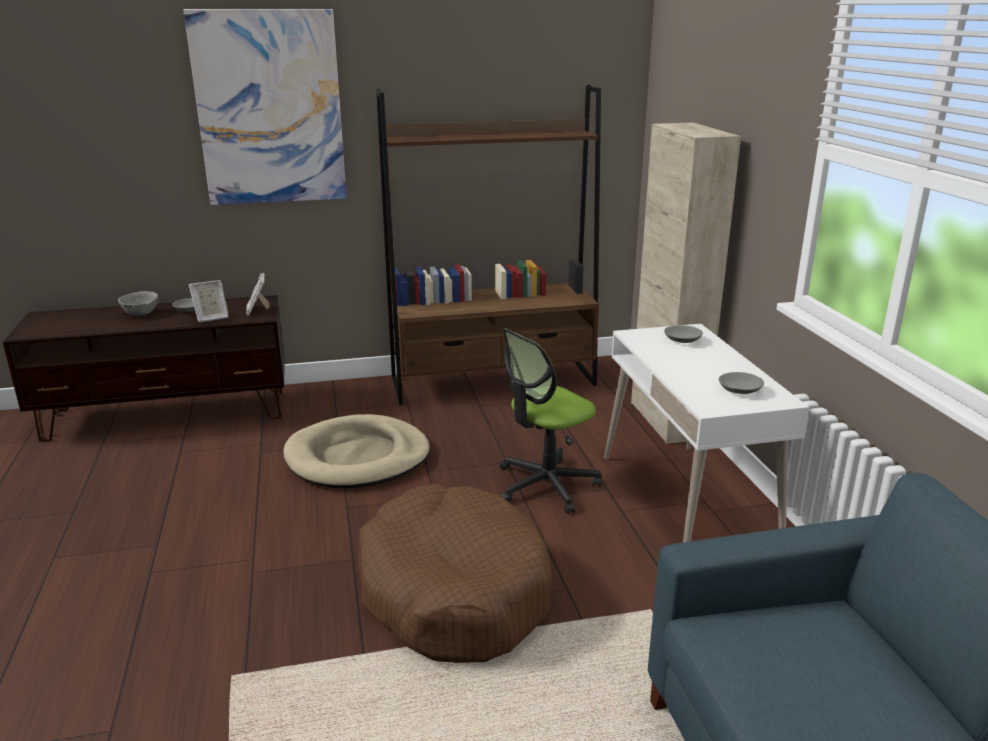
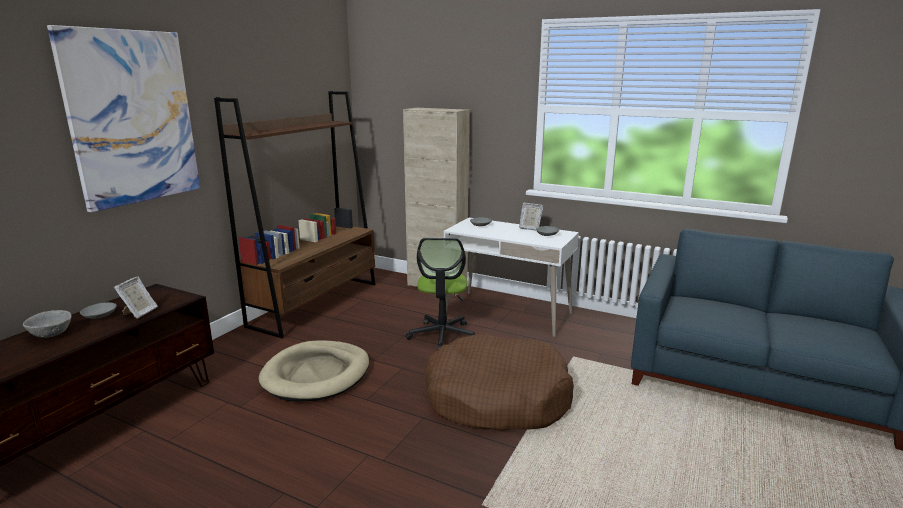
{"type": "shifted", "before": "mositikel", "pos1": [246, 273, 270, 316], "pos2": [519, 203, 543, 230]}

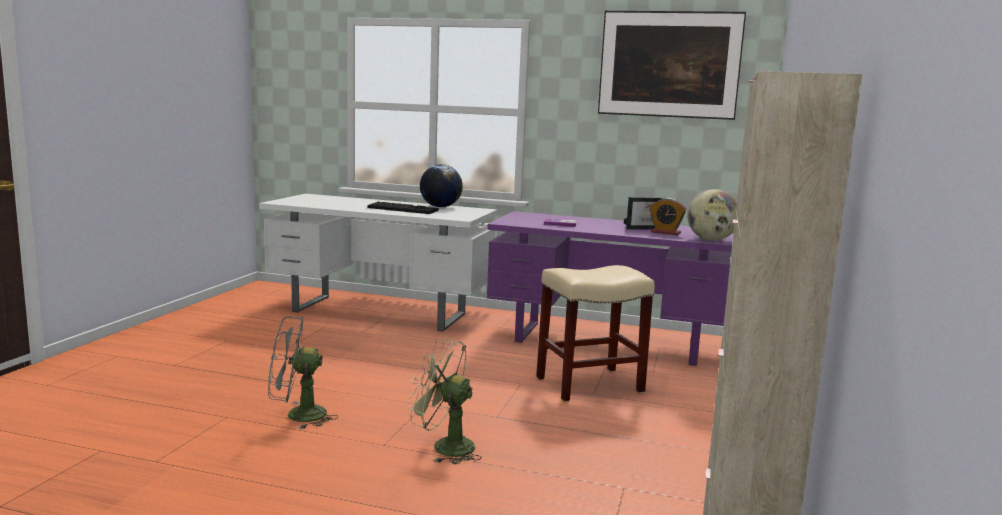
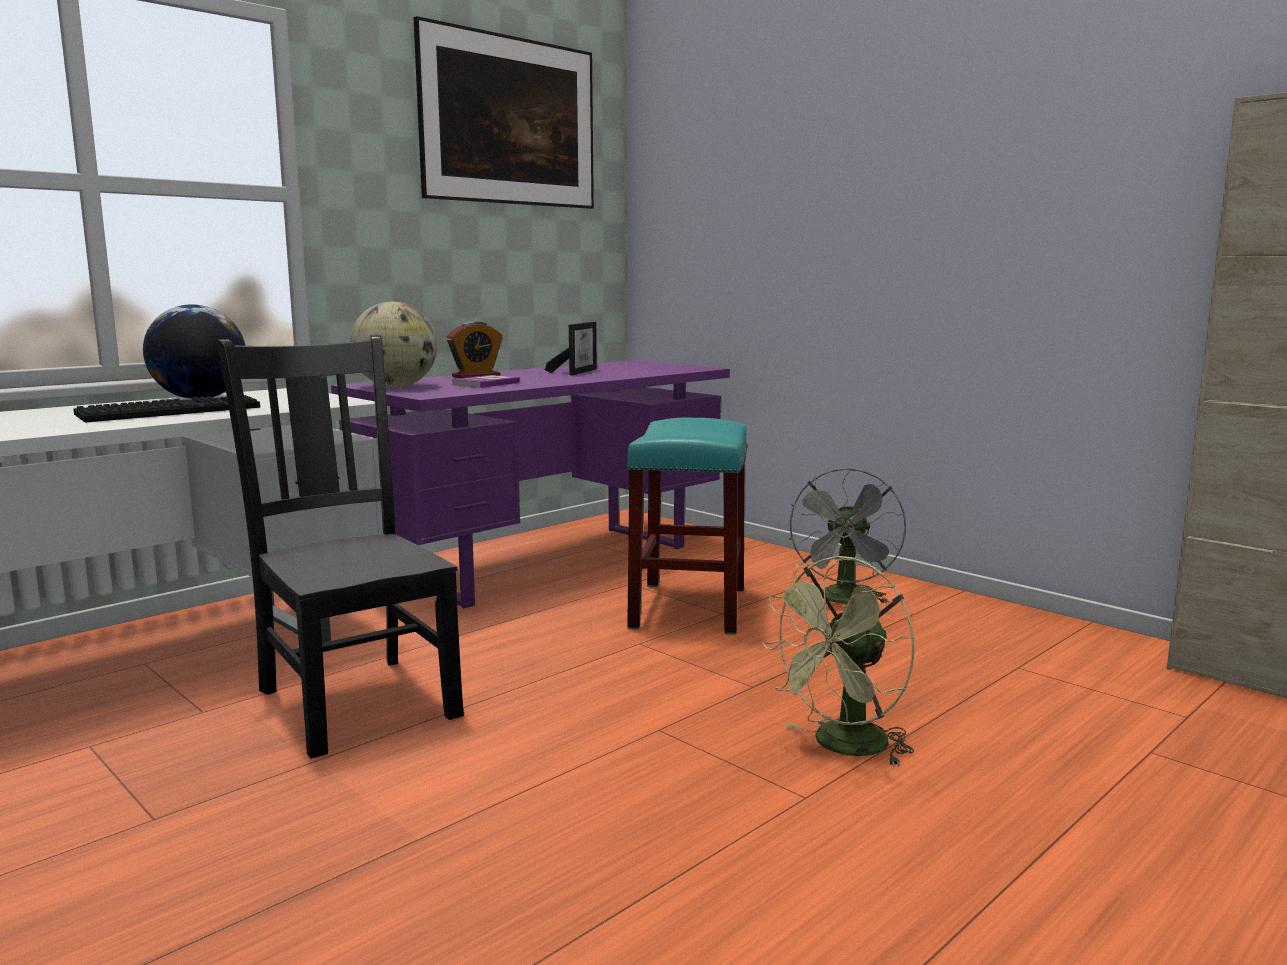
{"type": "shifted", "before": "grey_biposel", "pos1": [268, 316, 338, 429], "pos2": [789, 468, 906, 604]}
{"type": "repainted", "before": "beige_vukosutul", "after": "turquoise_vukosutul", "pos1": [536, 265, 655, 402], "pos2": [626, 417, 748, 635]}
{"type": "shifted", "before": "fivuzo", "pos1": [649, 198, 687, 235], "pos2": [447, 321, 502, 378]}
{"type": "shifted", "before": "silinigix", "pos1": [687, 189, 737, 241], "pos2": [350, 302, 437, 387]}
{"type": "new", "after": "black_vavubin", "pos2": [217, 334, 464, 759]}

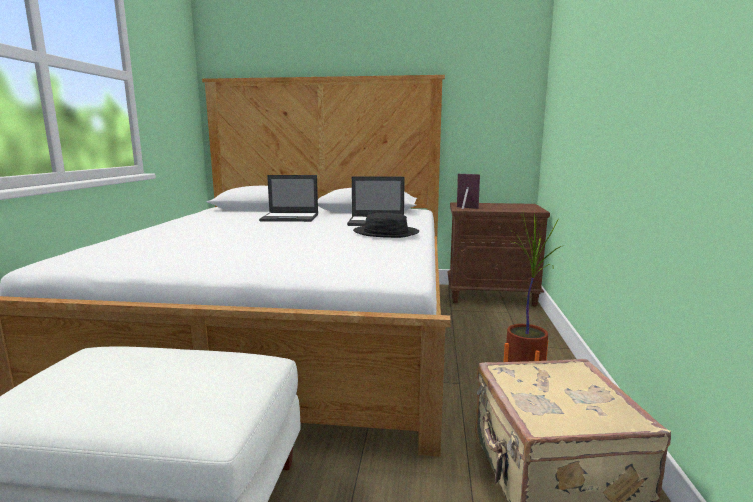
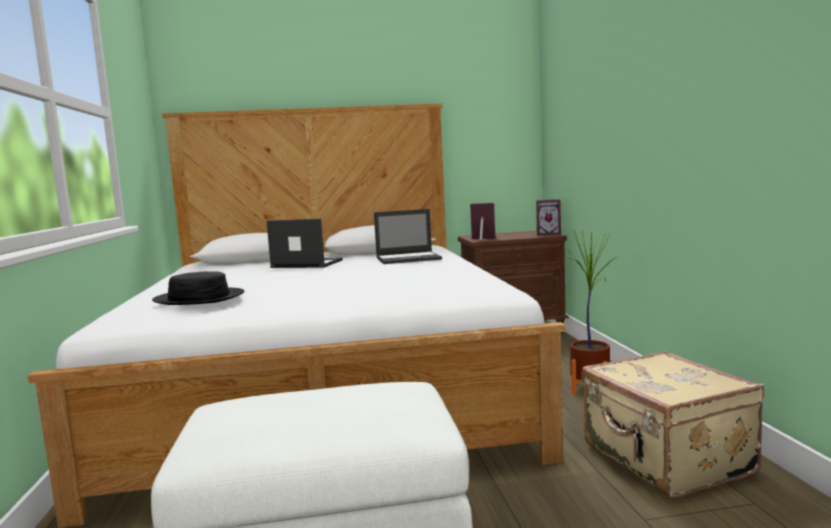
{"type": "rotated", "before": "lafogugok", "pos1": [259, 175, 318, 222], "pos2": [267, 219, 343, 268], "turn": -150}
{"type": "shifted", "before": "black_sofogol", "pos1": [353, 213, 419, 238], "pos2": [152, 271, 244, 305]}
{"type": "new", "after": "mositikel", "pos2": [536, 199, 561, 236]}

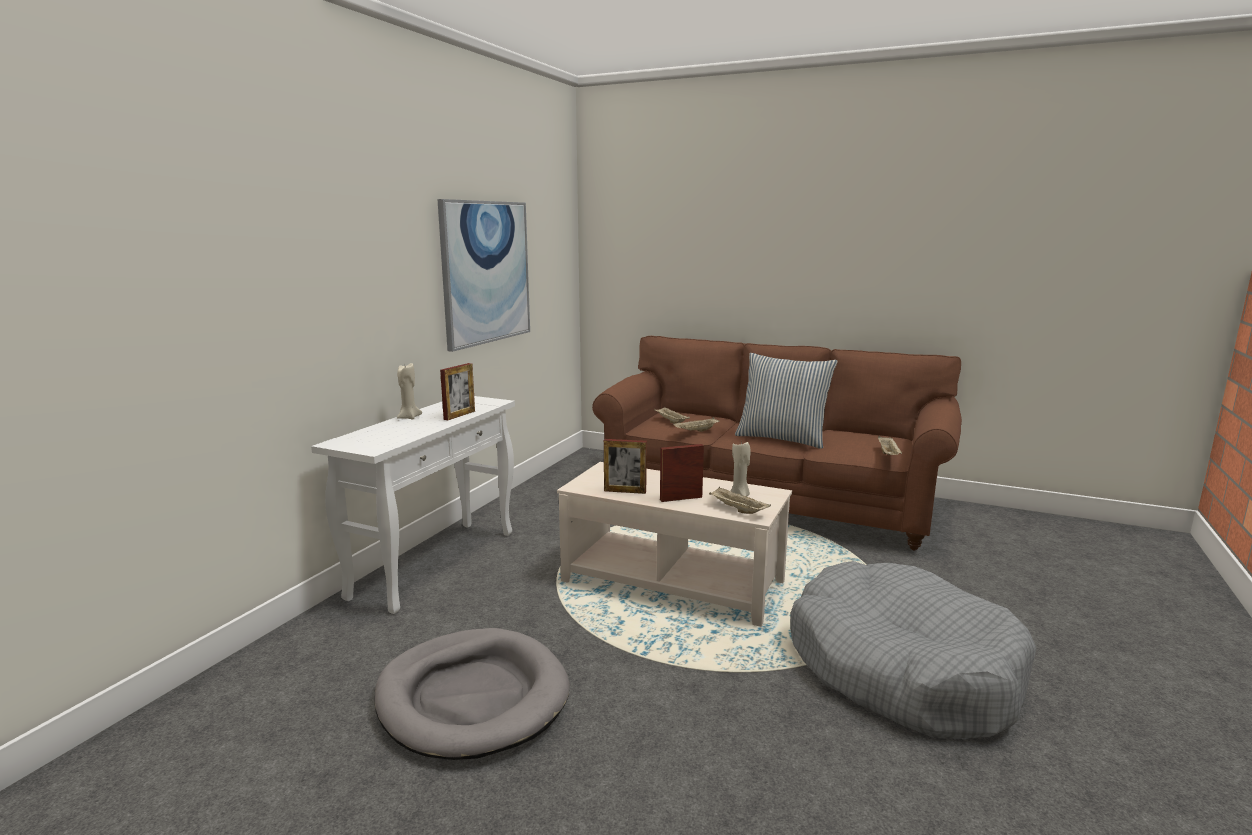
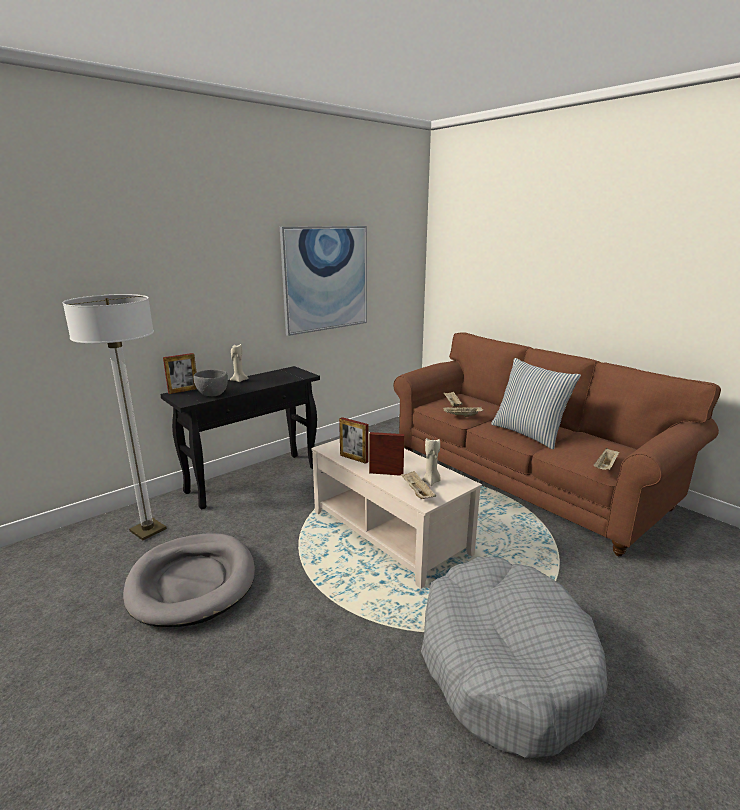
{"type": "repainted", "before": "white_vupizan", "after": "black_vupizan", "pos1": [311, 396, 515, 614], "pos2": [160, 366, 320, 509]}
{"type": "shifted", "before": "mositikel", "pos1": [440, 363, 475, 420], "pos2": [163, 353, 197, 394]}
{"type": "new", "after": "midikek", "pos2": [63, 294, 167, 540]}
{"type": "new", "after": "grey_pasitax", "pos2": [194, 370, 228, 396]}

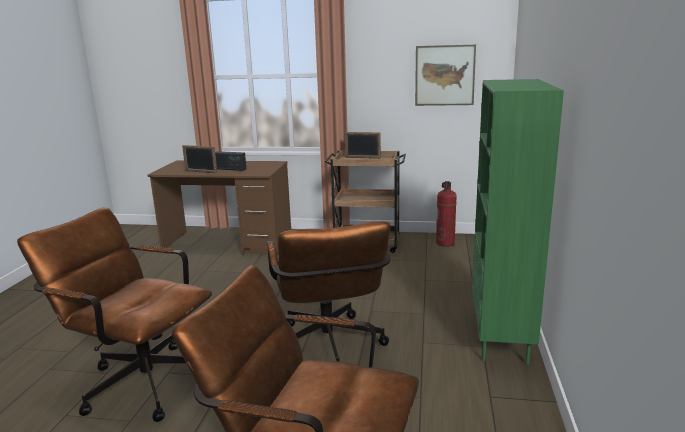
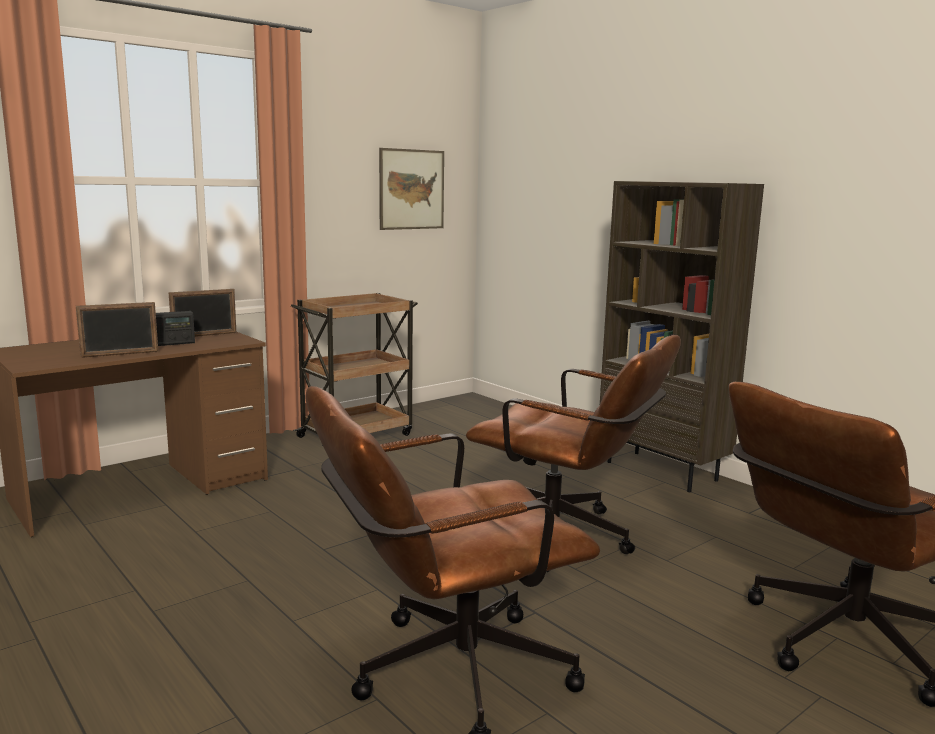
{"type": "shifted", "before": "mositikel", "pos1": [345, 132, 381, 159], "pos2": [169, 289, 236, 337]}
{"type": "gone", "before": "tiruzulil", "pos1": [436, 181, 457, 247]}
{"type": "repainted", "before": "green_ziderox", "after": "brown_ziderox", "pos1": [472, 79, 564, 364], "pos2": [600, 181, 764, 492]}

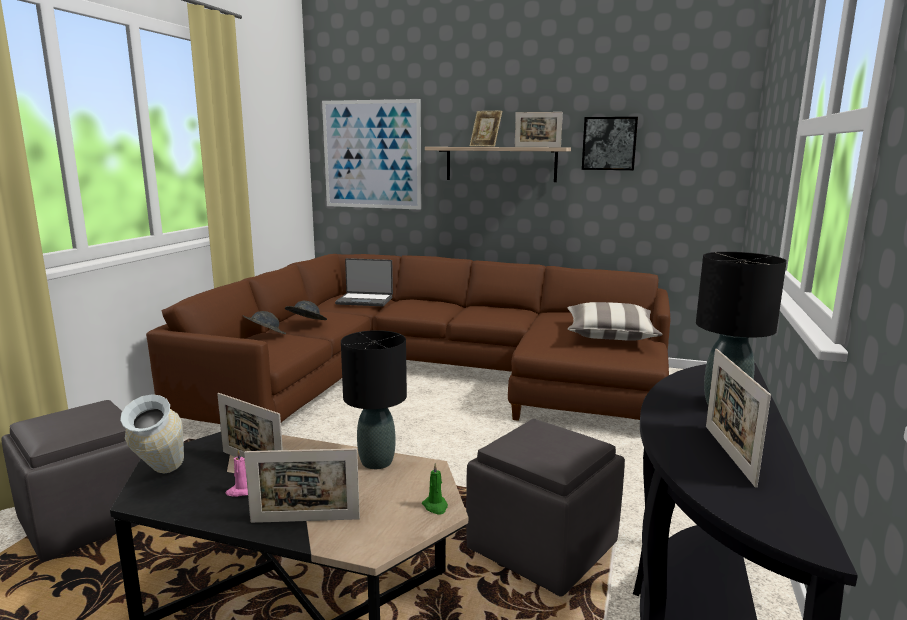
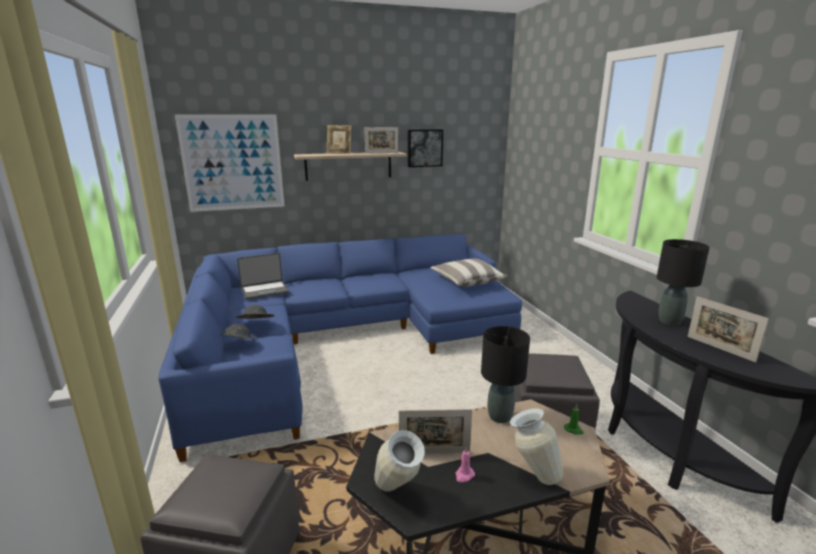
{"type": "repainted", "before": "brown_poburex", "after": "blue_poburex", "pos1": [146, 254, 670, 424], "pos2": [158, 234, 522, 462]}
{"type": "swapped", "before": "mositikel", "after": "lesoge", "pos1": [244, 449, 360, 523], "pos2": [510, 409, 563, 485]}

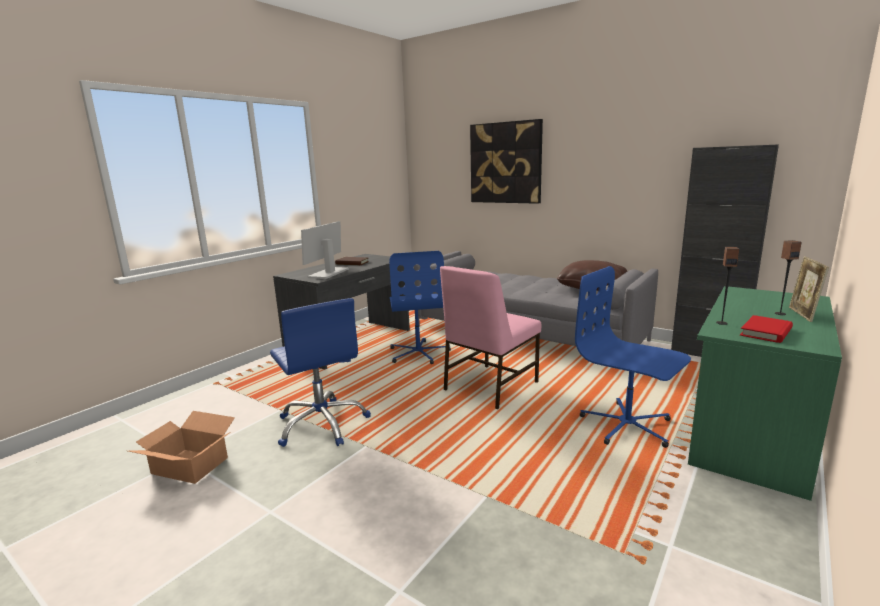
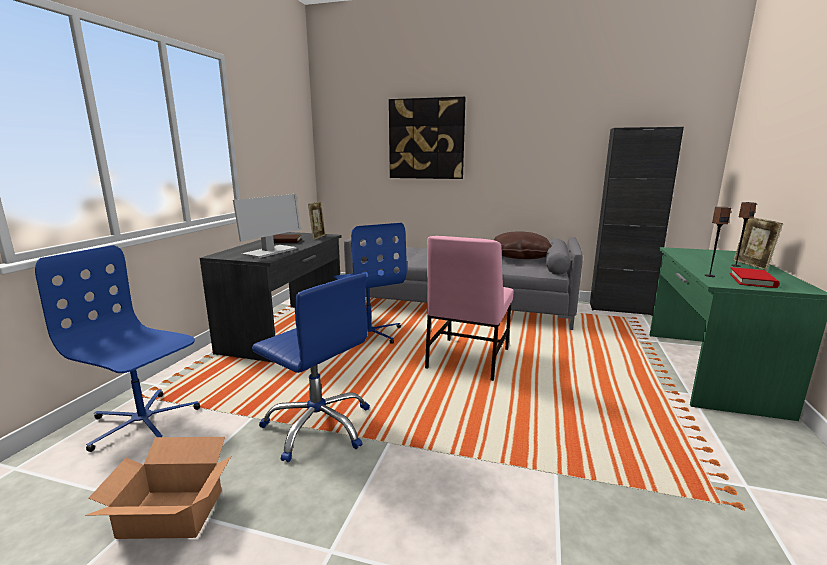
{"type": "rotated", "before": "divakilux", "pos1": [301, 221, 349, 279], "pos2": [233, 194, 301, 258], "turn": -150}
{"type": "shifted", "before": "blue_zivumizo", "pos1": [575, 266, 691, 448], "pos2": [35, 245, 200, 452]}
{"type": "new", "after": "mositikel", "pos2": [308, 202, 325, 240]}

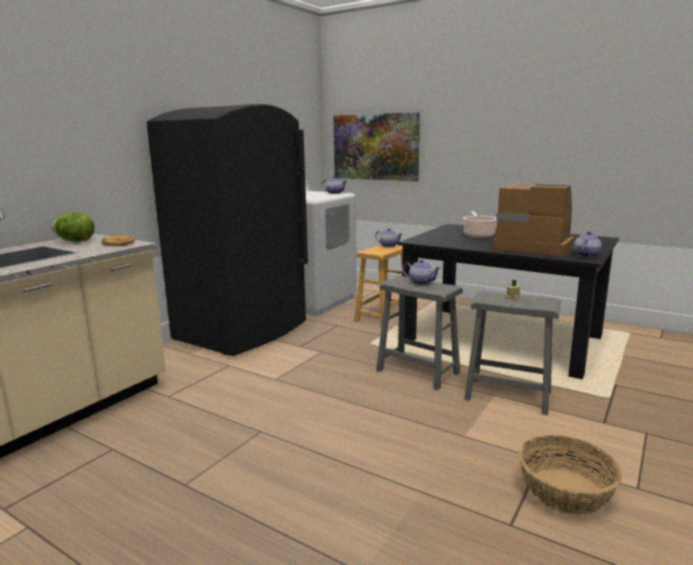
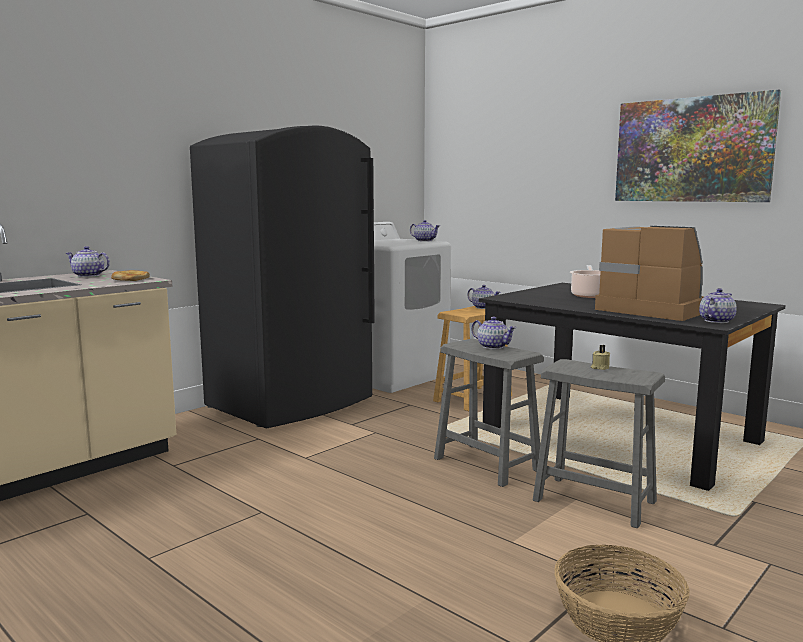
{"type": "swapped", "before": "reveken", "after": "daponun", "pos1": [51, 212, 95, 242], "pos2": [66, 246, 110, 277]}
{"type": "shifted", "before": "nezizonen", "pos1": [333, 112, 420, 181], "pos2": [615, 90, 781, 202]}

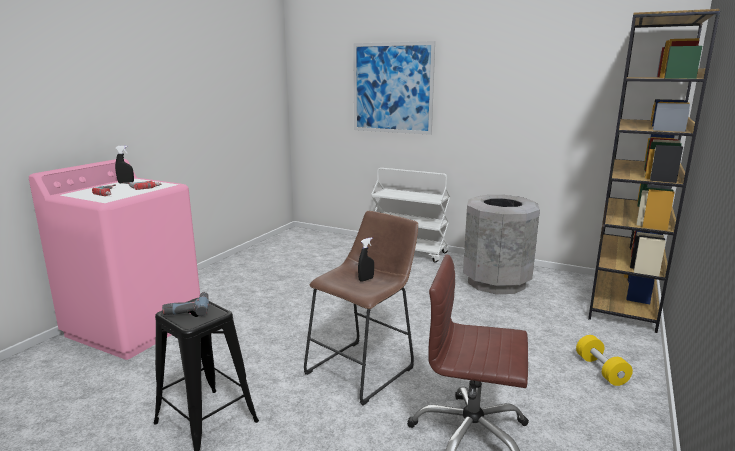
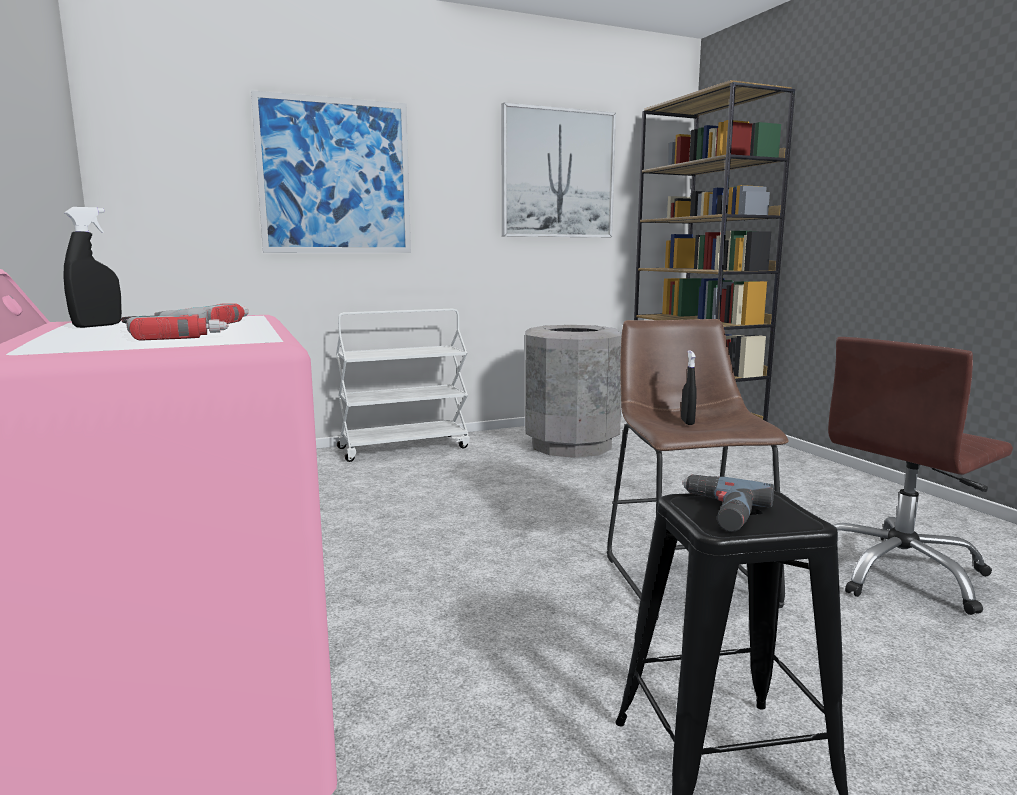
{"type": "gone", "before": "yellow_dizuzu", "pos1": [576, 335, 633, 386]}
{"type": "new", "after": "nezizonen", "pos2": [501, 103, 616, 237]}

